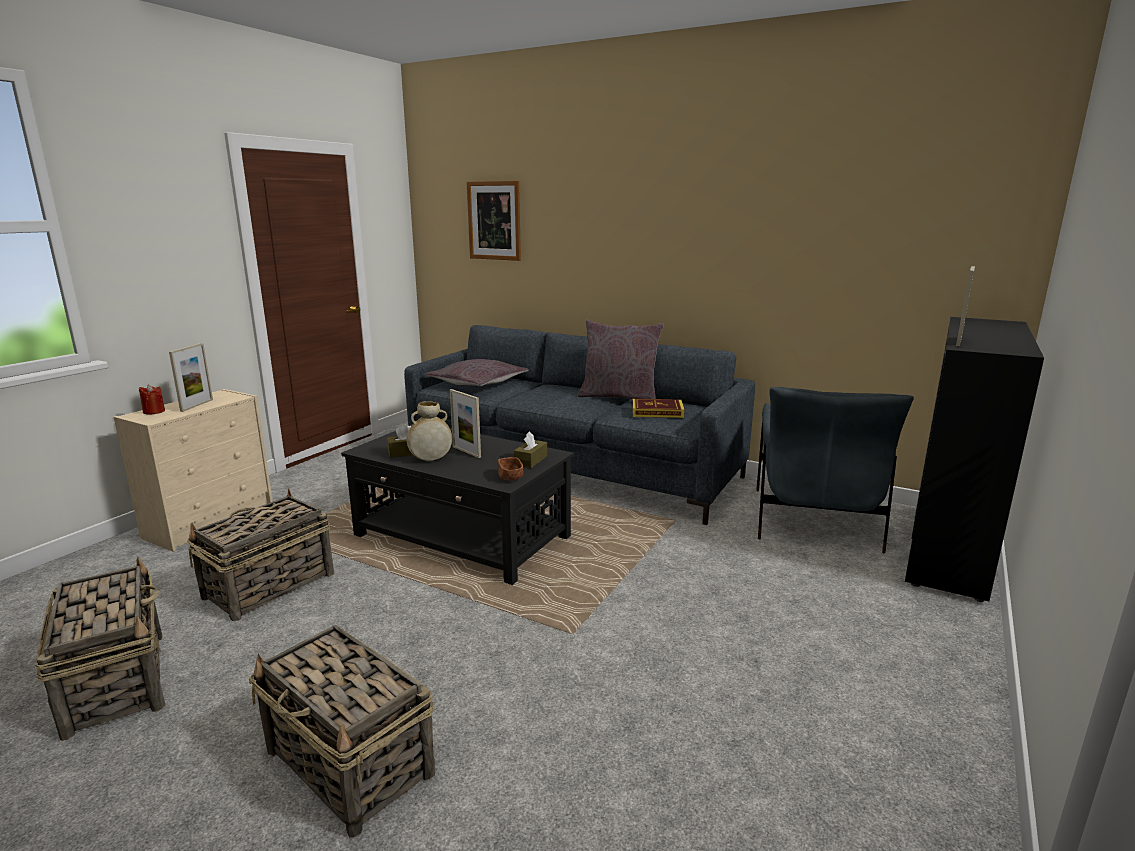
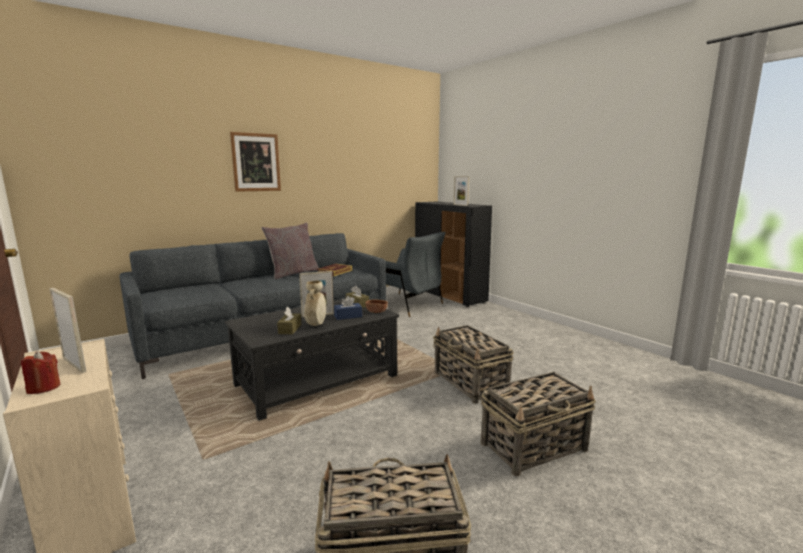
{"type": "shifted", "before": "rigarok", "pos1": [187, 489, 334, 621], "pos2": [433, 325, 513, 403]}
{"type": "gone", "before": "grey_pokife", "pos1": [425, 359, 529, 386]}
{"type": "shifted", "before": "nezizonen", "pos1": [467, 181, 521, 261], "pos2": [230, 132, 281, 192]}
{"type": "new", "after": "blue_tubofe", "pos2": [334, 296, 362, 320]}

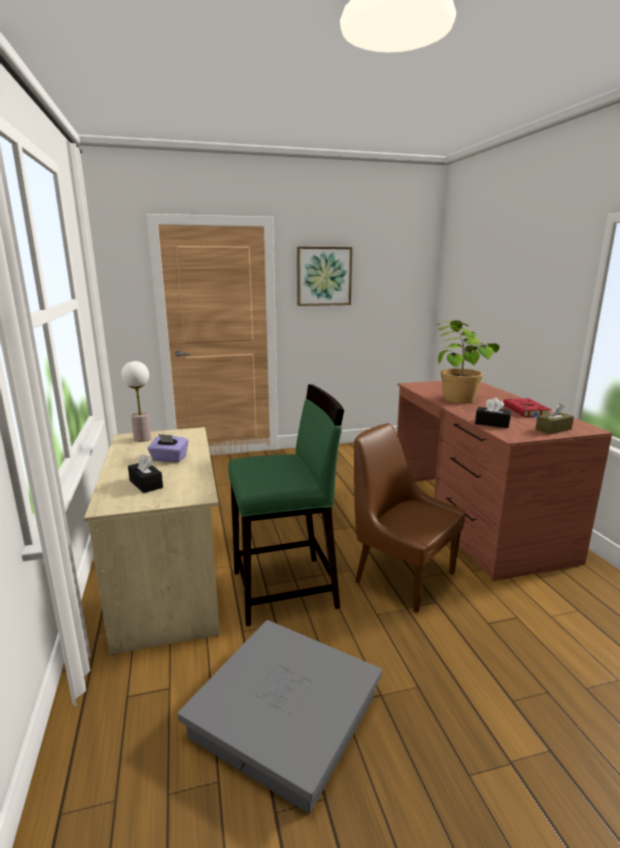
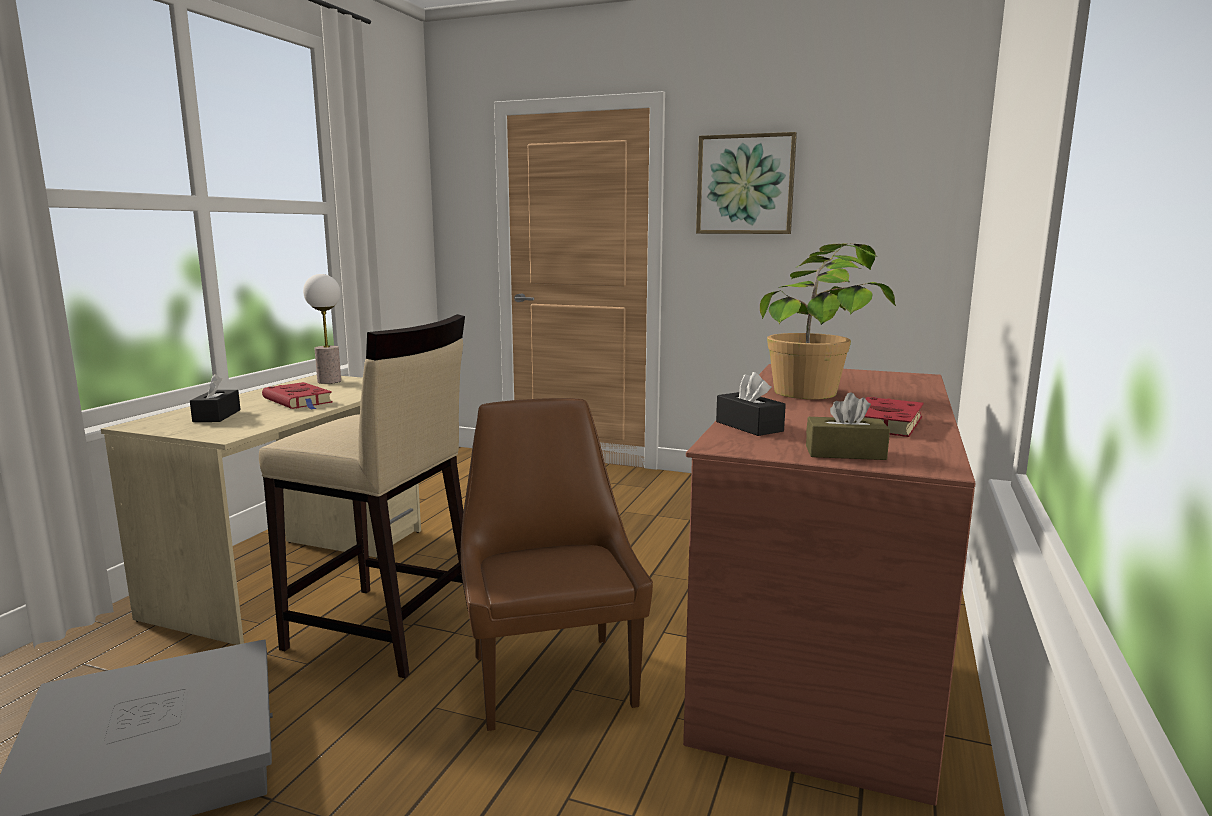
{"type": "swapped", "before": "purple_tubofe", "after": "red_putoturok", "pos1": [147, 434, 189, 462], "pos2": [262, 382, 333, 410]}
{"type": "repainted", "before": "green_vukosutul", "after": "beige_vukosutul", "pos1": [228, 384, 344, 626], "pos2": [259, 314, 468, 678]}

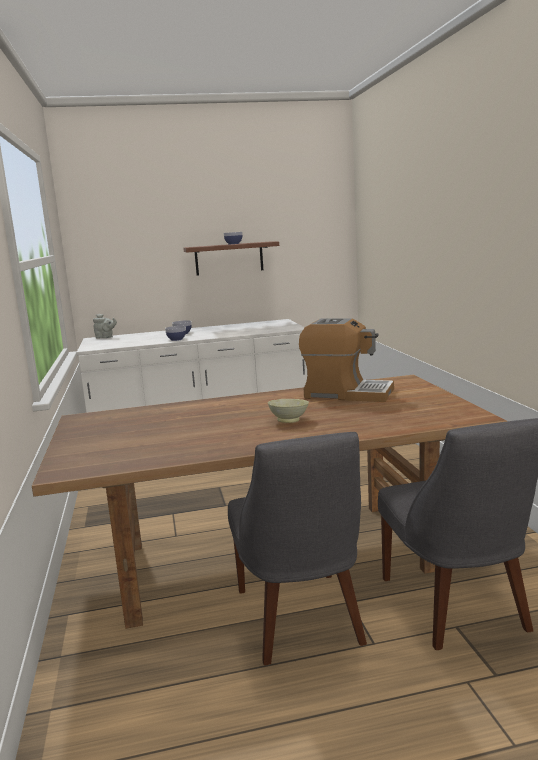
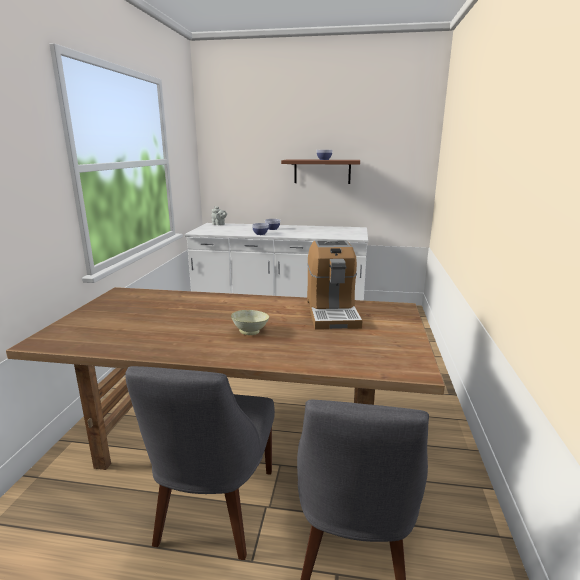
{"type": "rotated", "before": "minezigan", "pos1": [299, 318, 394, 402], "pos2": [307, 240, 363, 330], "turn": 45}

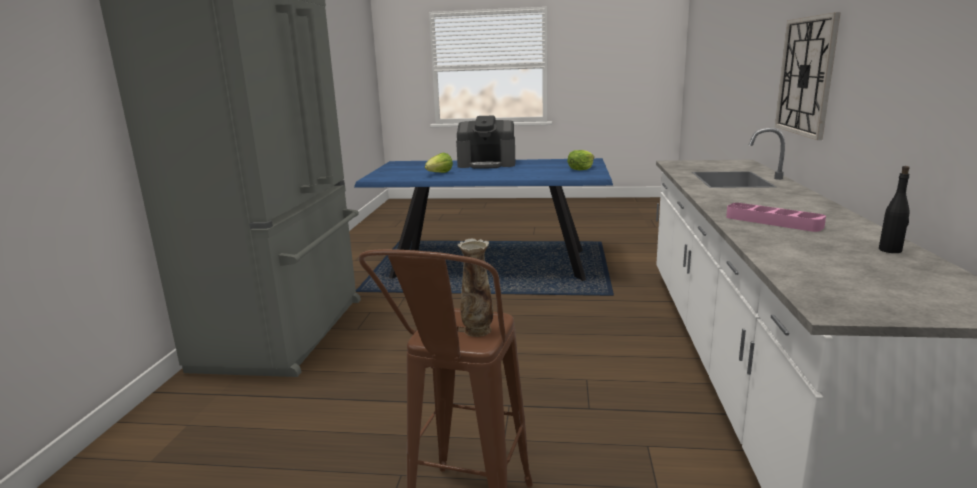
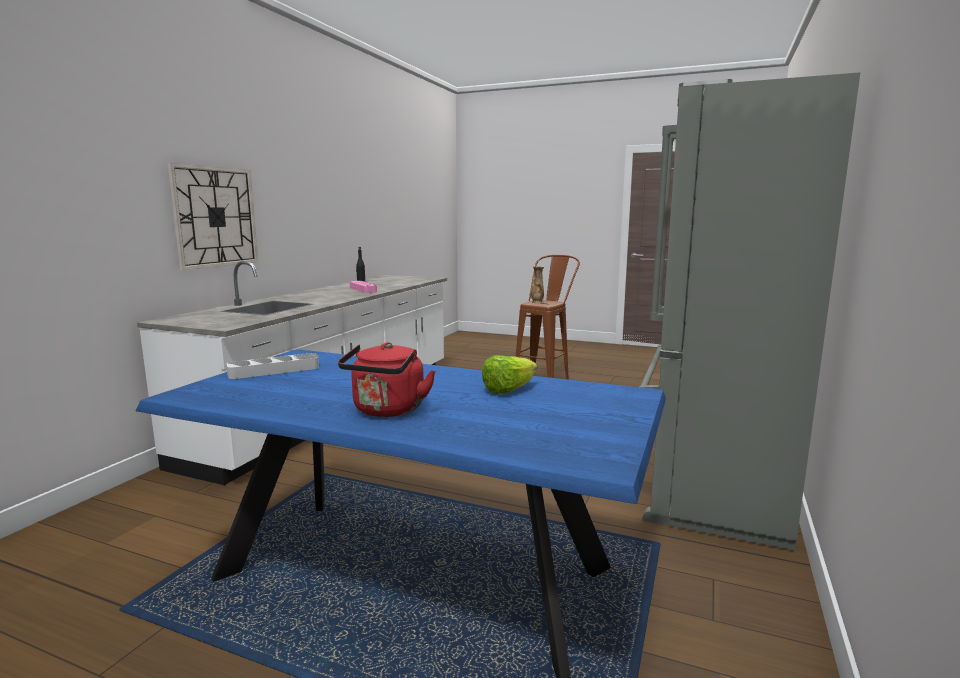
{"type": "swapped", "before": "minezigan", "after": "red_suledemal", "pos1": [456, 115, 515, 169], "pos2": [338, 342, 435, 417]}
{"type": "swapped", "before": "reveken", "after": "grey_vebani", "pos1": [567, 150, 594, 170], "pos2": [226, 353, 319, 379]}

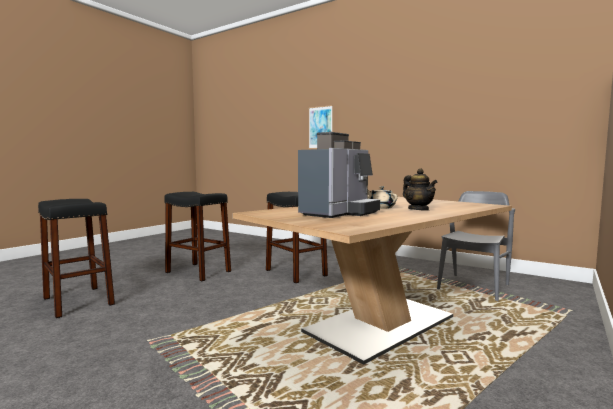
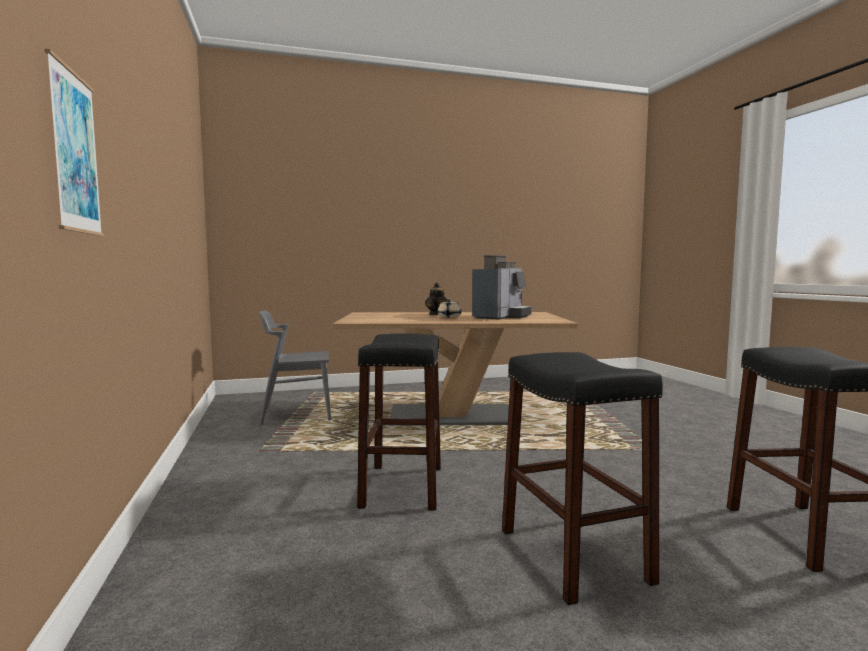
{"type": "rotated", "before": "minezigan", "pos1": [298, 132, 380, 218], "pos2": [472, 255, 532, 320], "turn": 135}

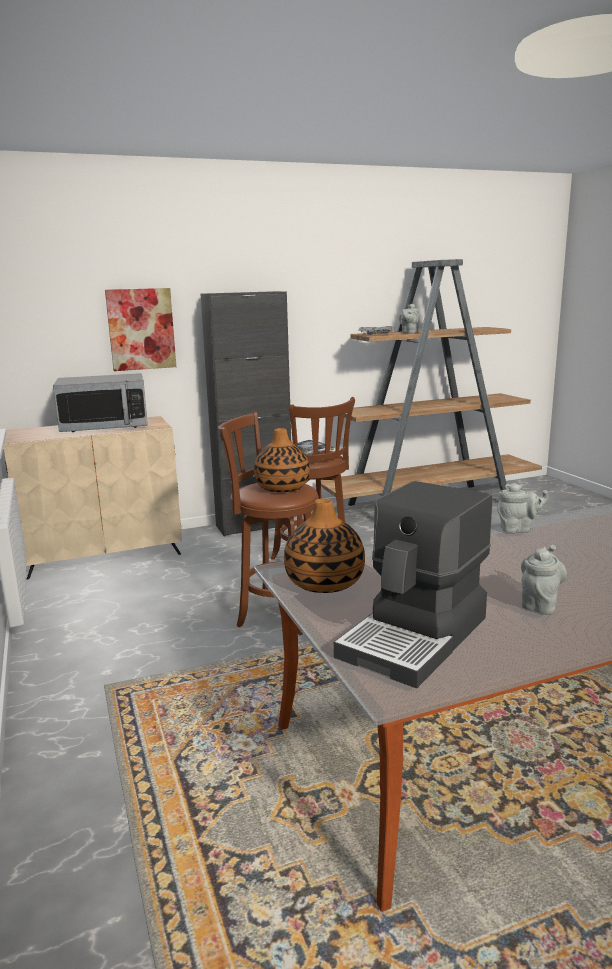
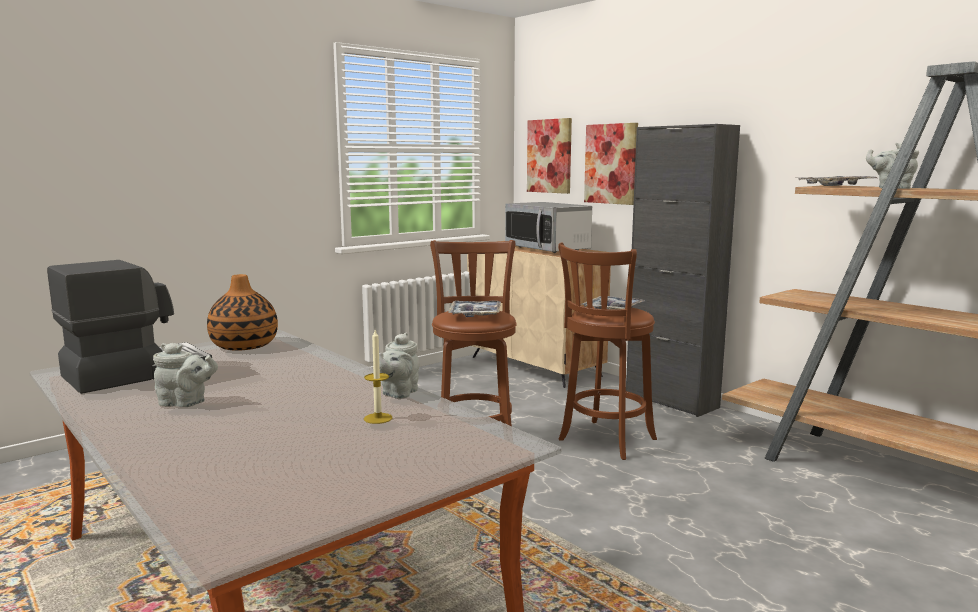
{"type": "swapped", "before": "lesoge", "after": "vebani", "pos1": [254, 428, 310, 492], "pos2": [448, 301, 501, 317]}
{"type": "rotated", "before": "minezigan", "pos1": [334, 481, 493, 688], "pos2": [47, 260, 212, 394], "turn": 120}
{"type": "rotated", "before": "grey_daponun", "pos1": [497, 483, 548, 533], "pos2": [379, 332, 419, 399], "turn": 45}
{"type": "new", "after": "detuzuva", "pos2": [364, 330, 393, 424]}
{"type": "new", "after": "nezizonen", "pos2": [527, 118, 572, 194]}

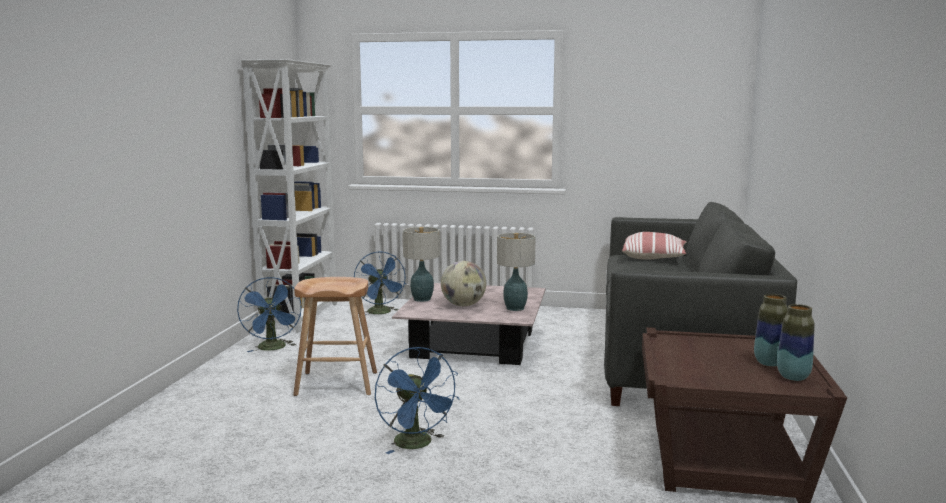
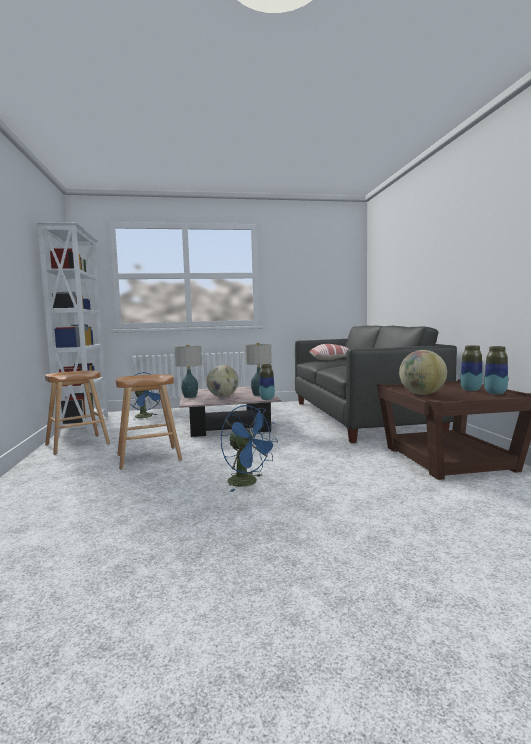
{"type": "swapped", "before": "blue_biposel", "after": "brown_vukosutul", "pos1": [237, 277, 302, 352], "pos2": [45, 370, 110, 455]}
{"type": "new", "after": "lesoge", "pos2": [259, 364, 275, 400]}
{"type": "new", "after": "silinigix", "pos2": [399, 350, 447, 395]}

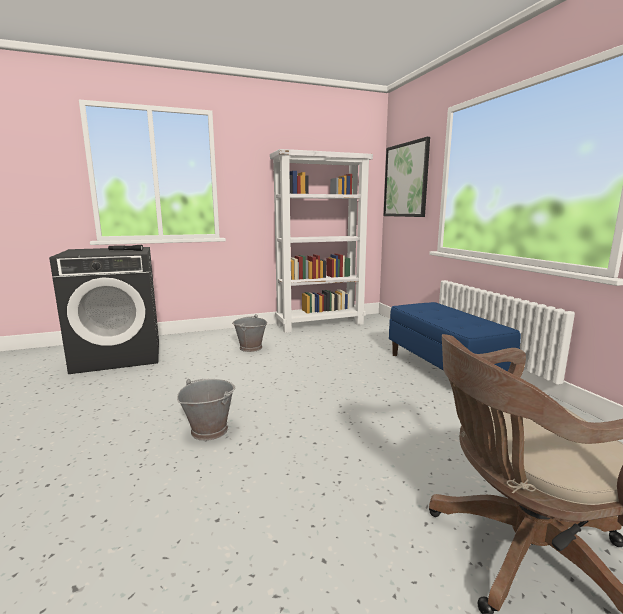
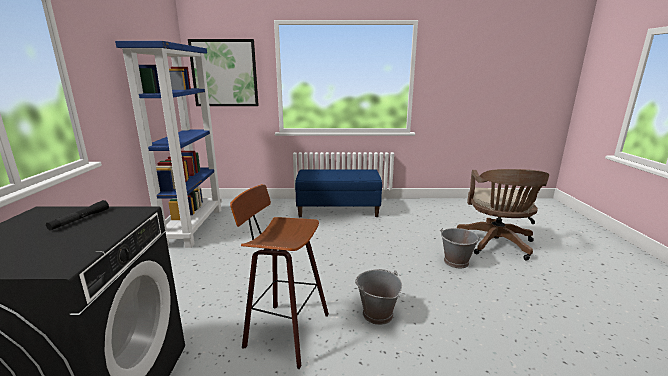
{"type": "shifted", "before": "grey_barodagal", "pos1": [232, 314, 267, 352], "pos2": [440, 228, 481, 268]}
{"type": "repainted", "before": "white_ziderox", "after": "blue_ziderox", "pos1": [270, 149, 373, 333], "pos2": [115, 41, 222, 248]}
{"type": "new", "after": "vukosutul", "pos2": [230, 184, 329, 369]}

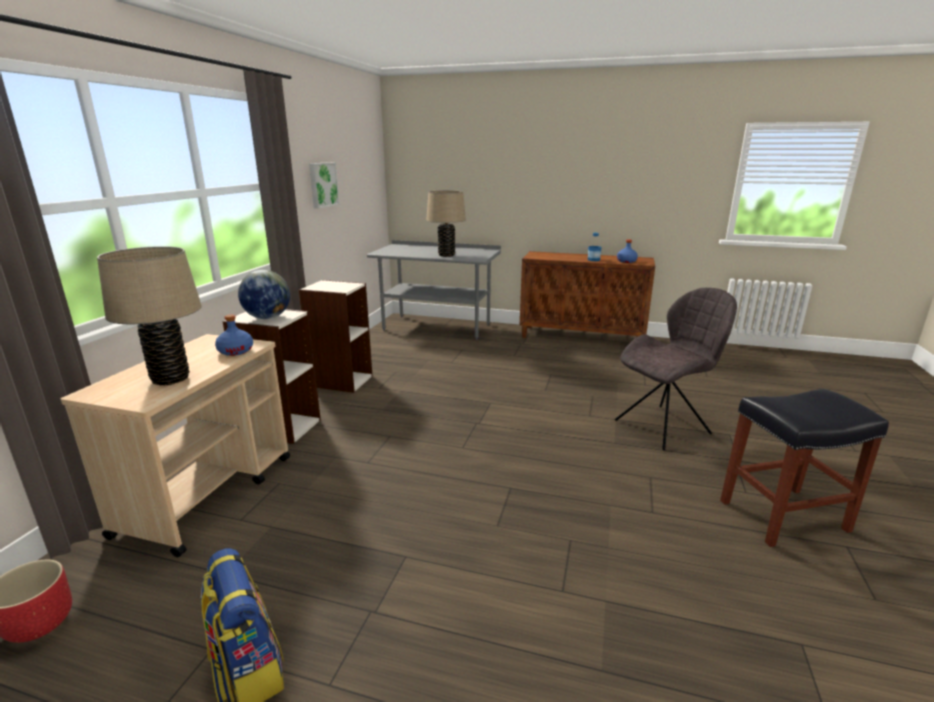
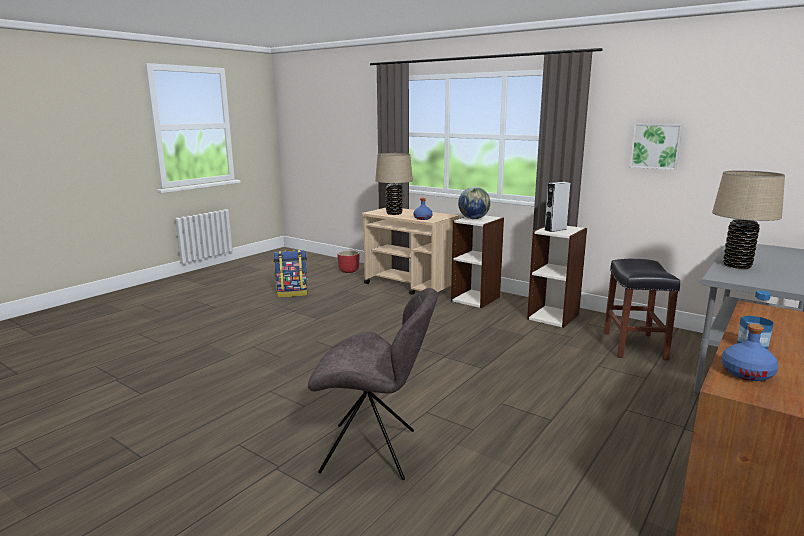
{"type": "rotated", "before": "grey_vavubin", "pos1": [615, 288, 737, 450], "pos2": [308, 288, 438, 480], "turn": -75}
{"type": "shifted", "before": "black_vukosutul", "pos1": [720, 389, 889, 547], "pos2": [604, 259, 680, 360]}
{"type": "new", "after": "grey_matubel", "pos2": [544, 182, 570, 232]}

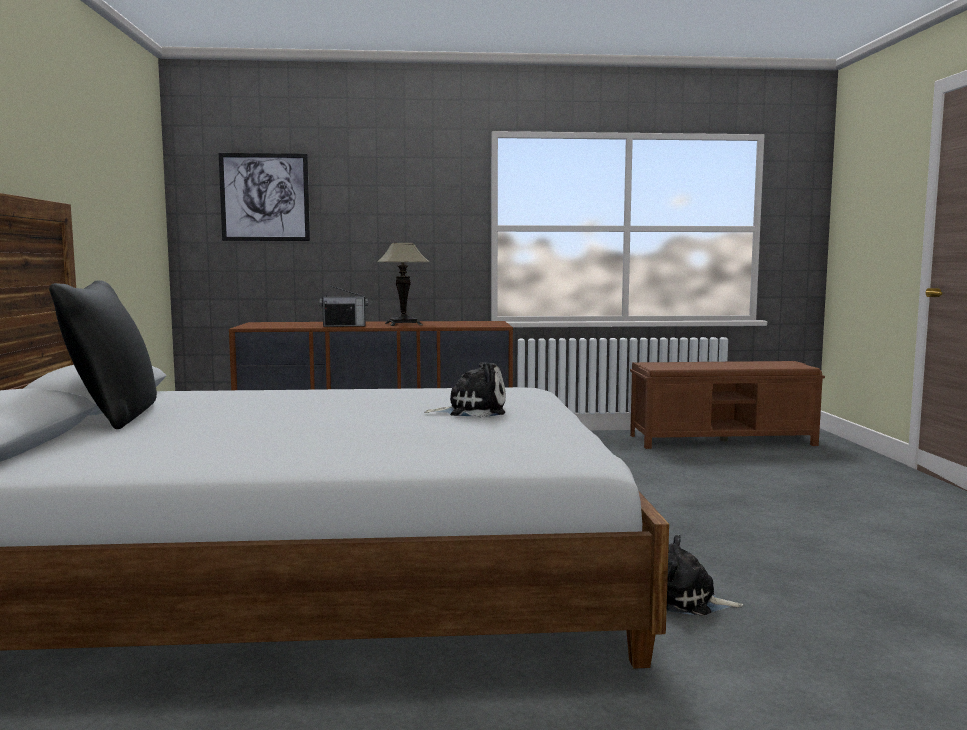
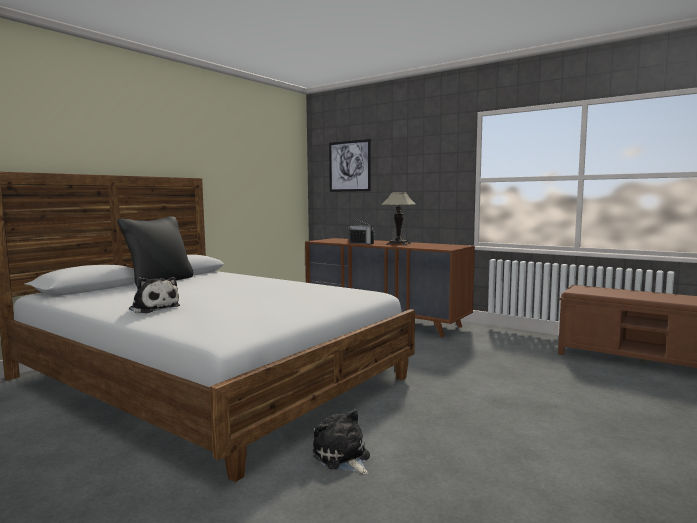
{"type": "shifted", "before": "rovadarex", "pos1": [425, 362, 506, 418], "pos2": [129, 277, 180, 313]}

